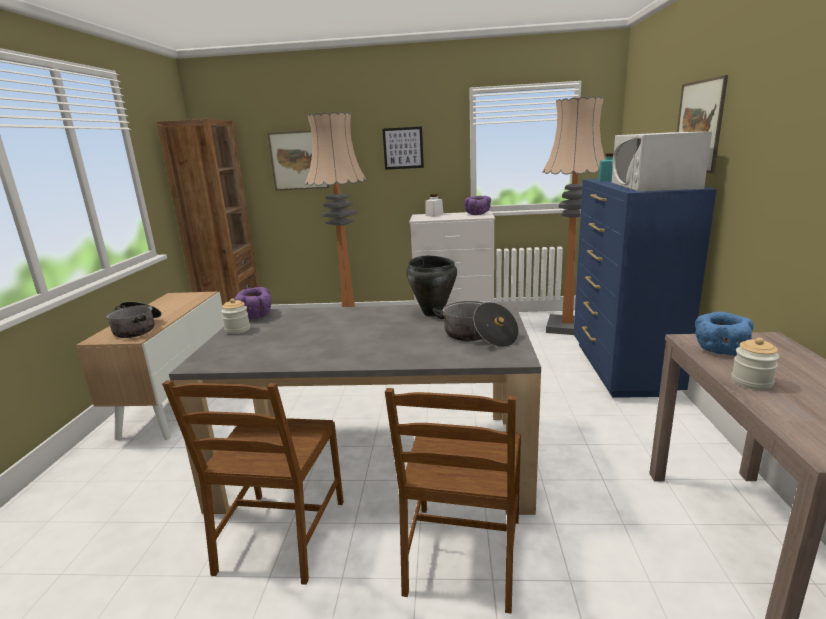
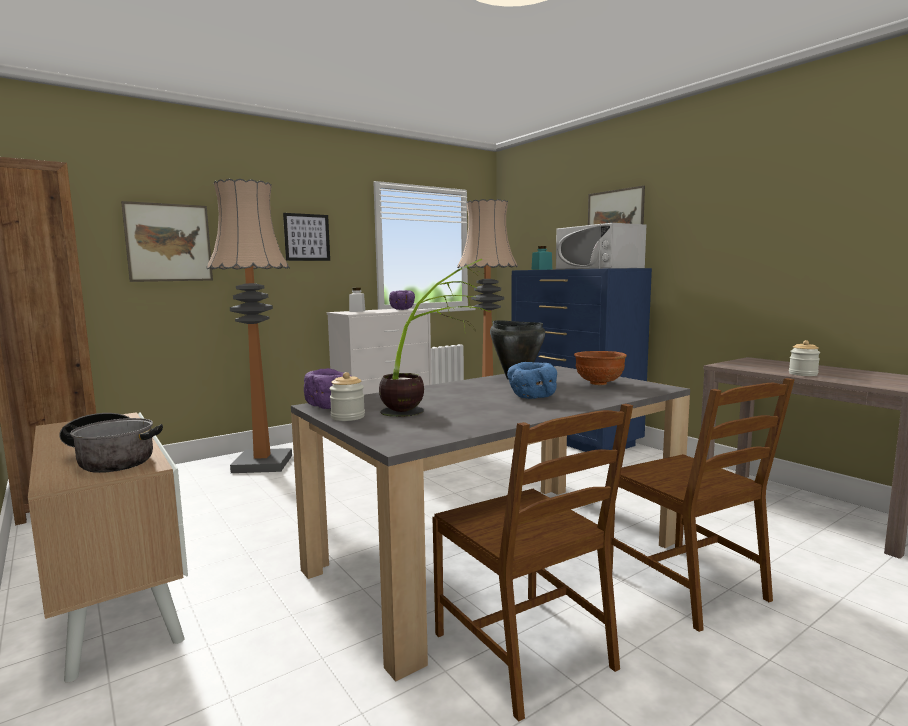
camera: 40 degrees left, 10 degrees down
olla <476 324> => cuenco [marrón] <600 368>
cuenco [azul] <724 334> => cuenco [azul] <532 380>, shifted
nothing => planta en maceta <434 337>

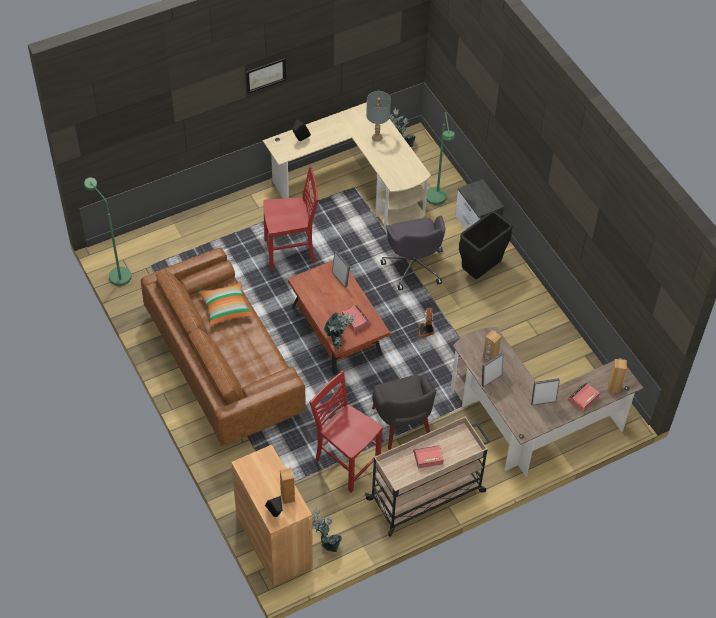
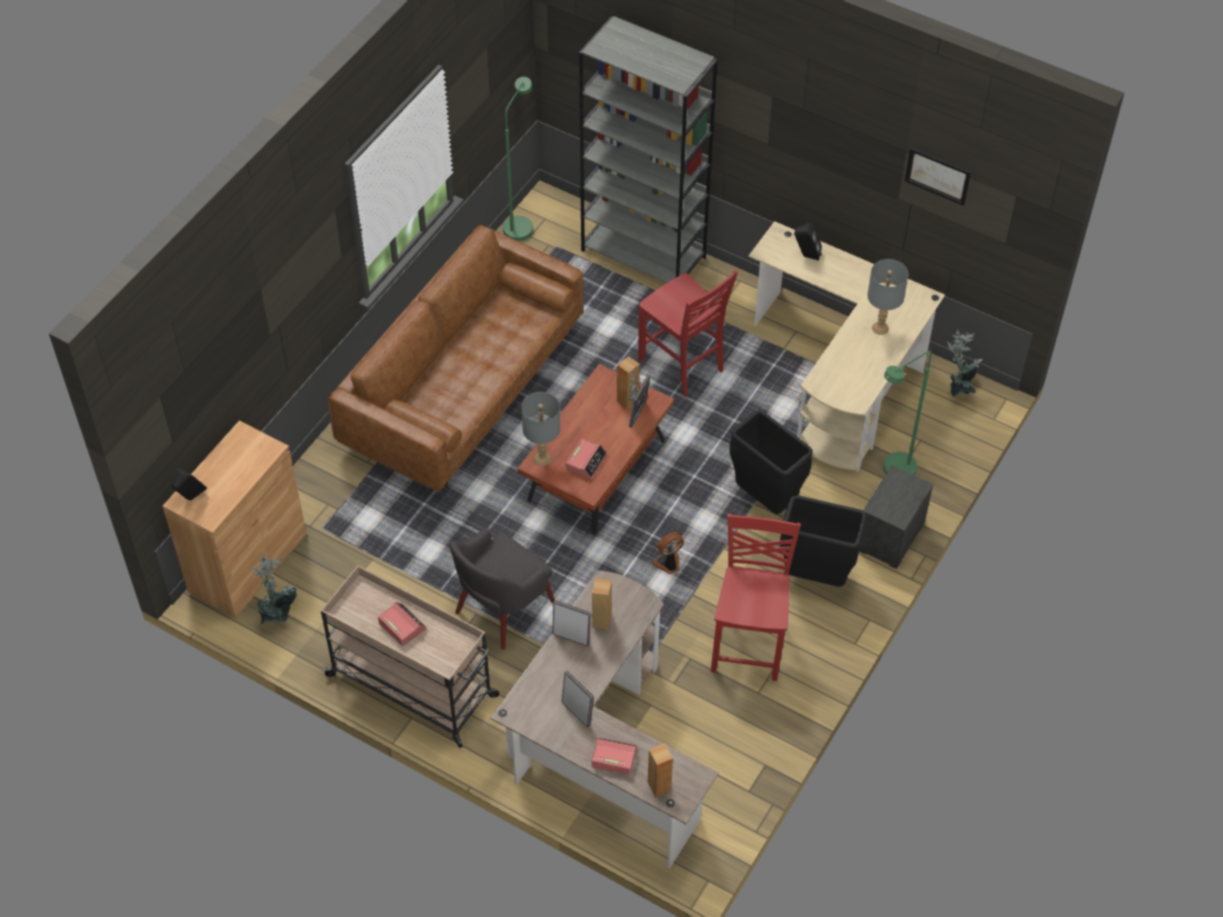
camera: 60 degrees right, 0 degrees up
cuadro <266 76> => cuadro <938 177>, shifted
silla de oficina [gris] <413 253> => papelera [negro] <771 462>
cojín <225 303> => nothing
planta en maceta <340 331> => lámpara de mesa [gris] <540 429>
silla [rojo] <346 431> => silla [rojo] <756 597>, shifted
altavoz [marrón] <287 485> => altavoz [marrón] <628 383>, shifted
nothing => estantería [gris] <648 149>

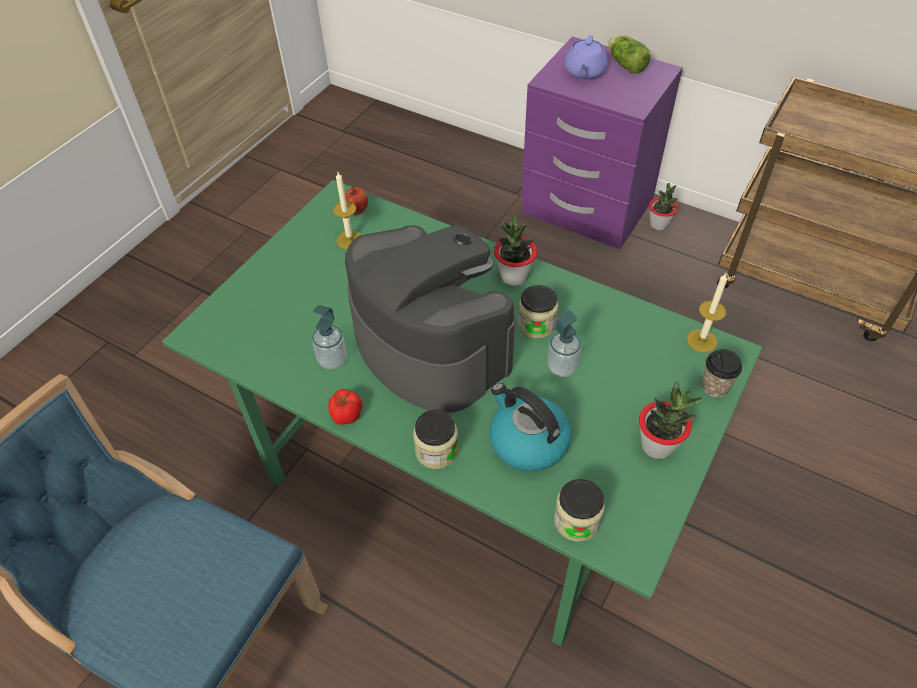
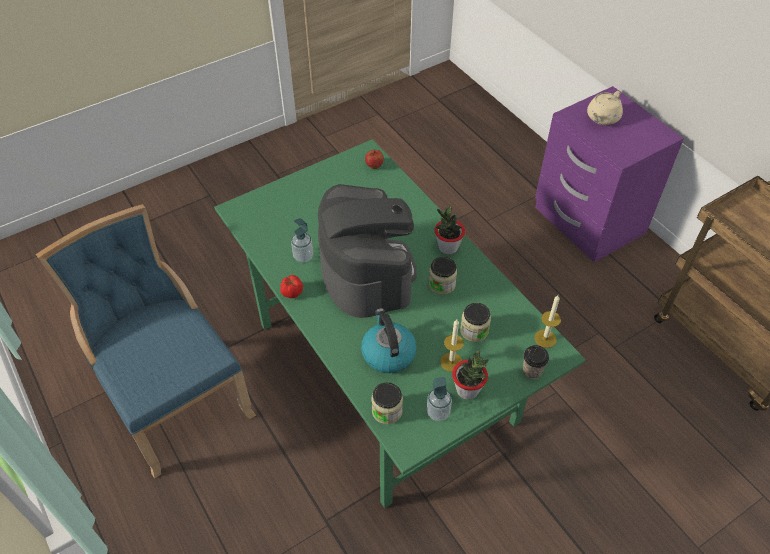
camera: 25 degrees right, 0 degrees up
tetera [morado] <586 57> => tetera [beis] <605 108>
lechuga <629 55> => nothing
vela <347 210> => vela <452 345>, shifted
planta en maceta <663 206> => nothing
dispensador de jabón <564 343> => dispensador de jabón <439 399>, shifted
tarro <435 439> => tarro <475 322>, shifted

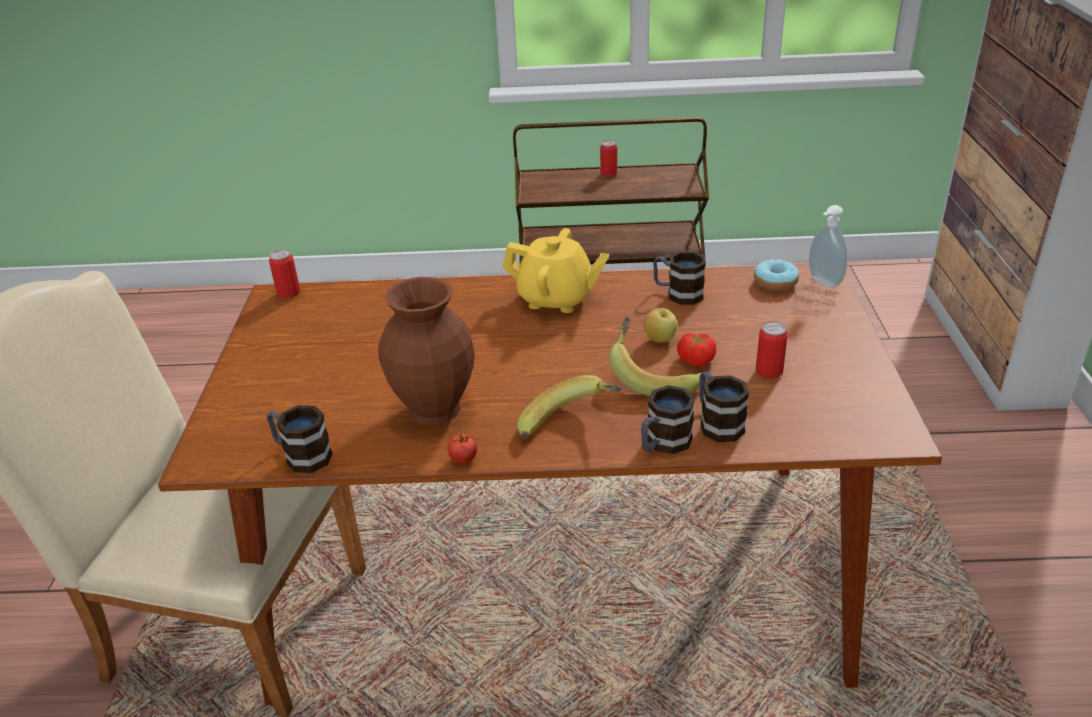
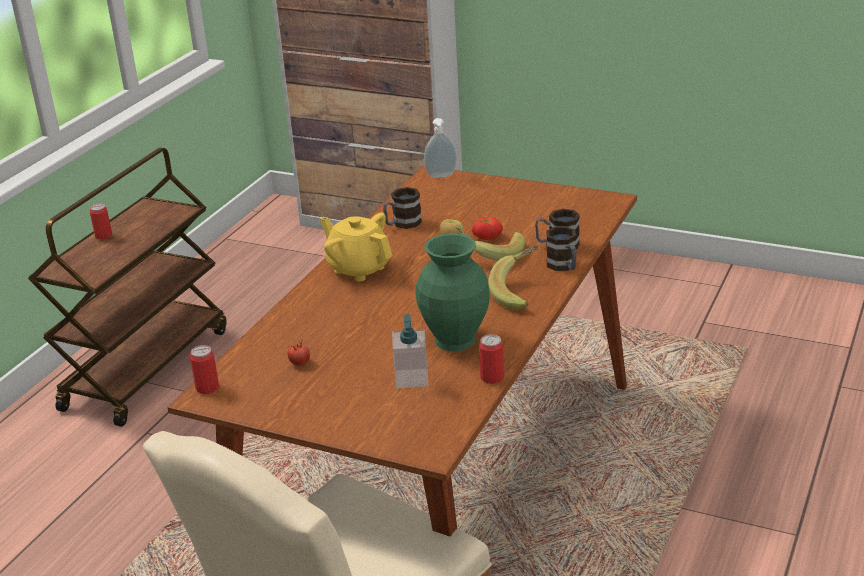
camera: 65 degrees left, 5 degrees down
tetera [amarillo] <555 270> => tetera [amarillo] <356 247>, 90 degrees counterclockwise
rosquilla <776 275> => nothing
florero [marrón] <426 351> => florero [verde] <452 292>
lata <772 349> => lata <491 359>, shifted
taza grande <300 439> => nothing
tomate <462 447> => tomate <299 353>, shifted
nothing => dispensador de jabón <410 351>

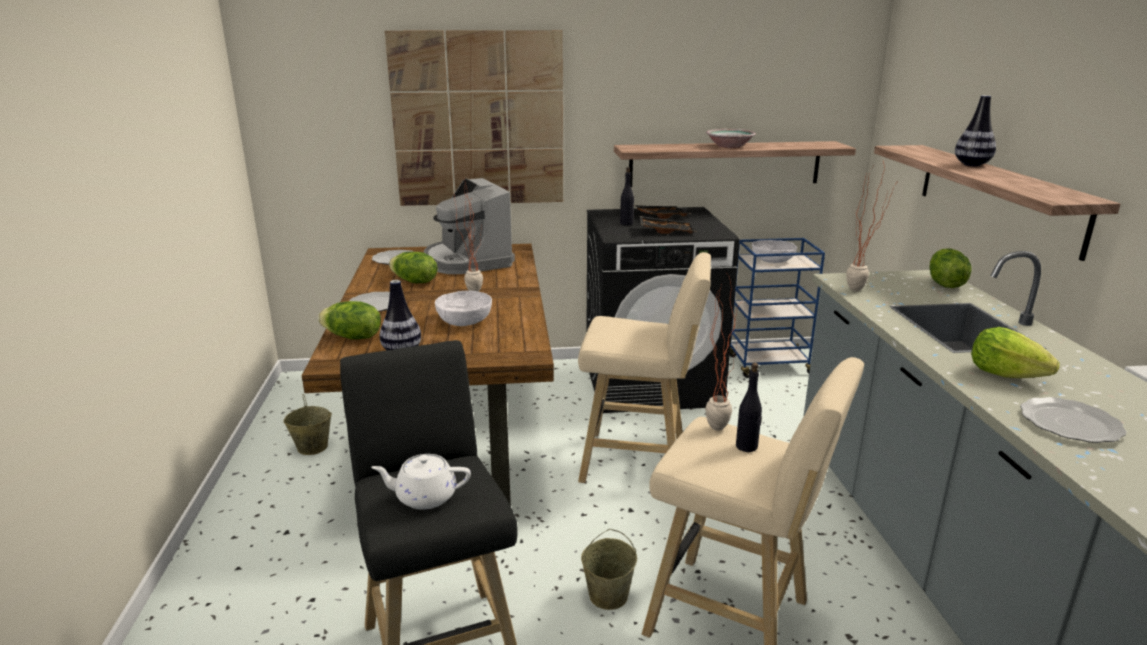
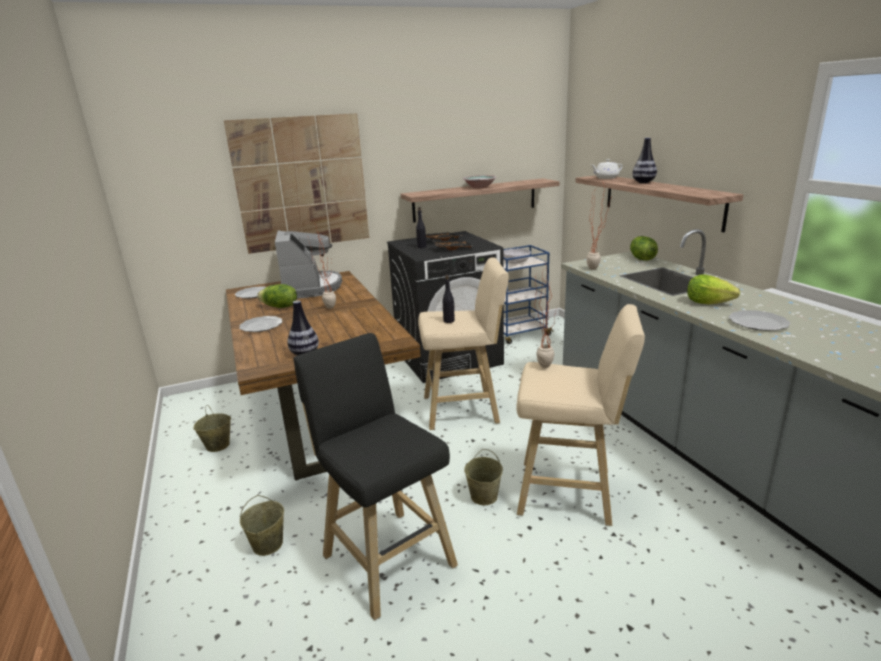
camera: 15 degrees left, 0 degrees up
cafetera <469 226> => cafetera <308 265>, 150 degrees counterclockwise
cuenco [blanco] <463 308> => nothing
lechuga <349 320> => nothing
botella [negro] <749 407> => botella [negro] <449 299>, shifted
tetera [blanco] <421 482> => tetera [blanco] <607 169>, shifted
nothing => cubo [beis] <262 525>

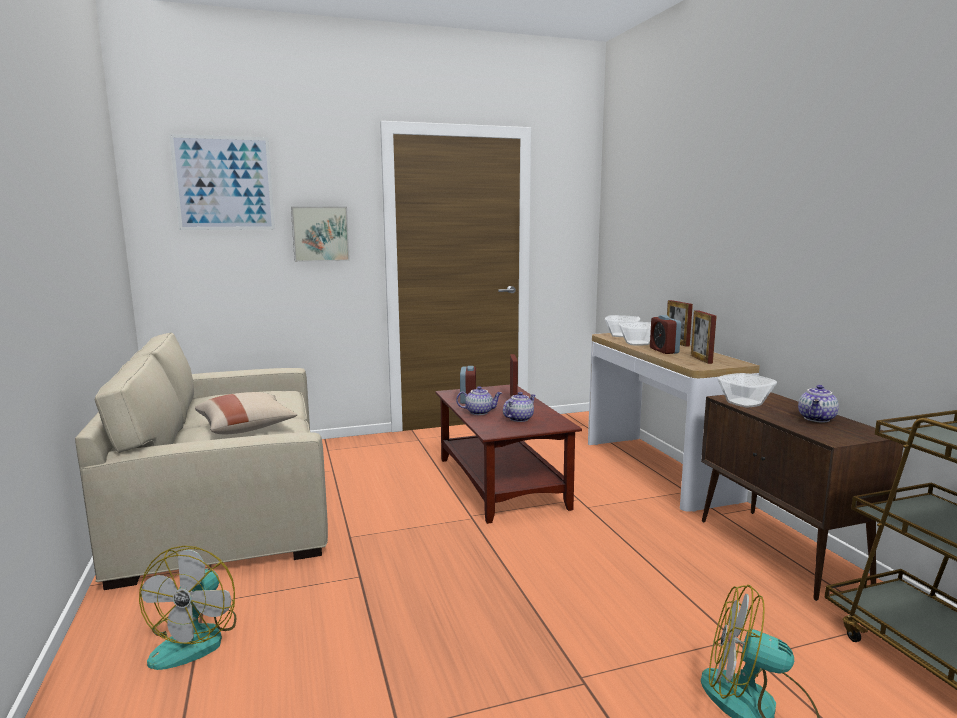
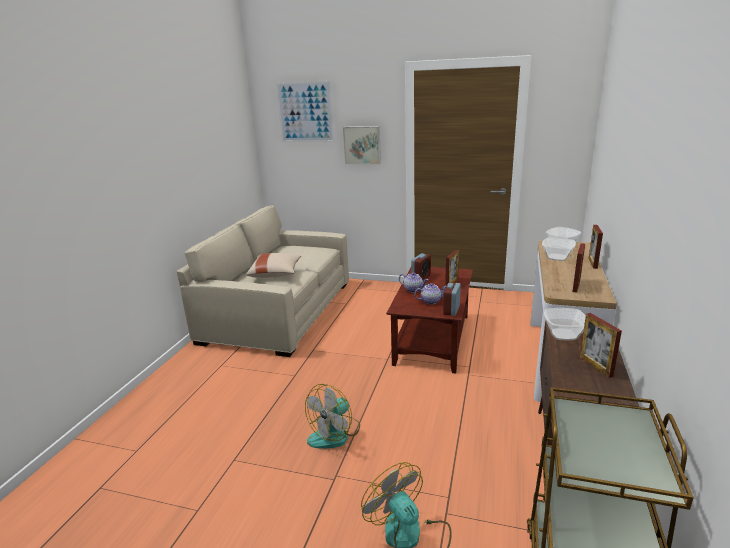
camera: 35 degrees right, 10 degrees up
despertador <665 334> => despertador <452 299>, shifted
tetera <818 404> => portarretratos <601 345>
ventilador <188 608> => ventilador <332 416>, shifted

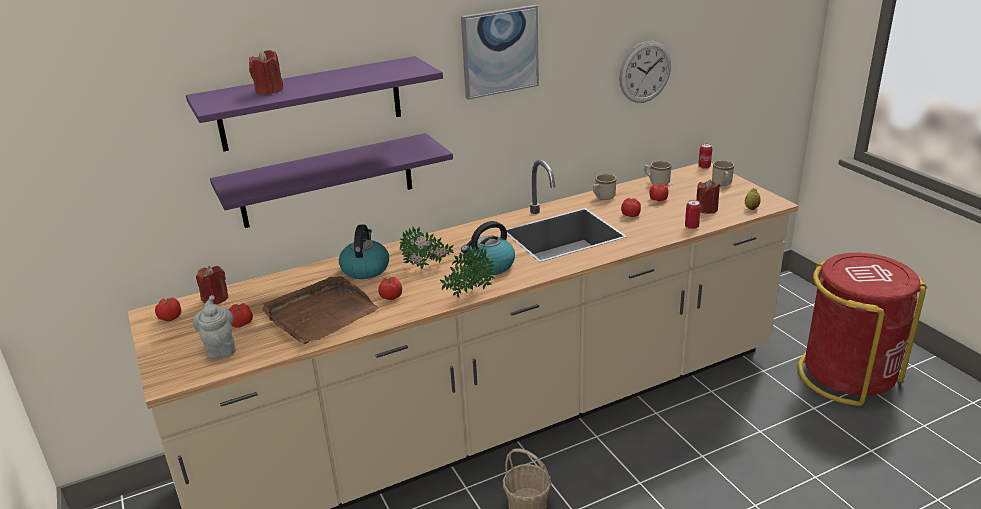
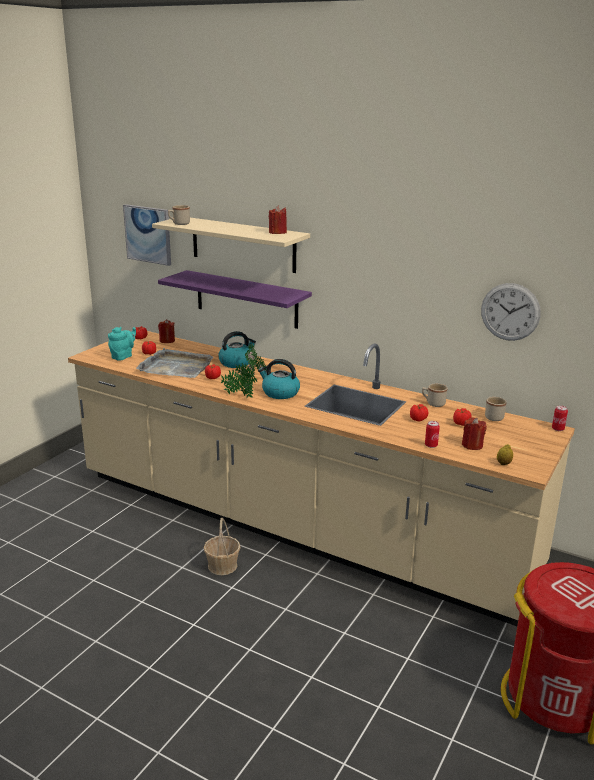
camera: 55 degrees right, 5 degrees down
cuadro <500 52> => cuadro <147 235>, shifted
vela [rojo] <266 72> => vela [rojo] <278 220>, shifted
estante [morado] <314 103> => estante [beis] <231 245>
taza grande [beis] <723 173> => taza grande [beis] <179 215>, shifted
bandeja [marrón] <320 310> => bandeja [gris] <174 363>
tetera [gris] <214 327> => tetera [turquesa] <122 344>

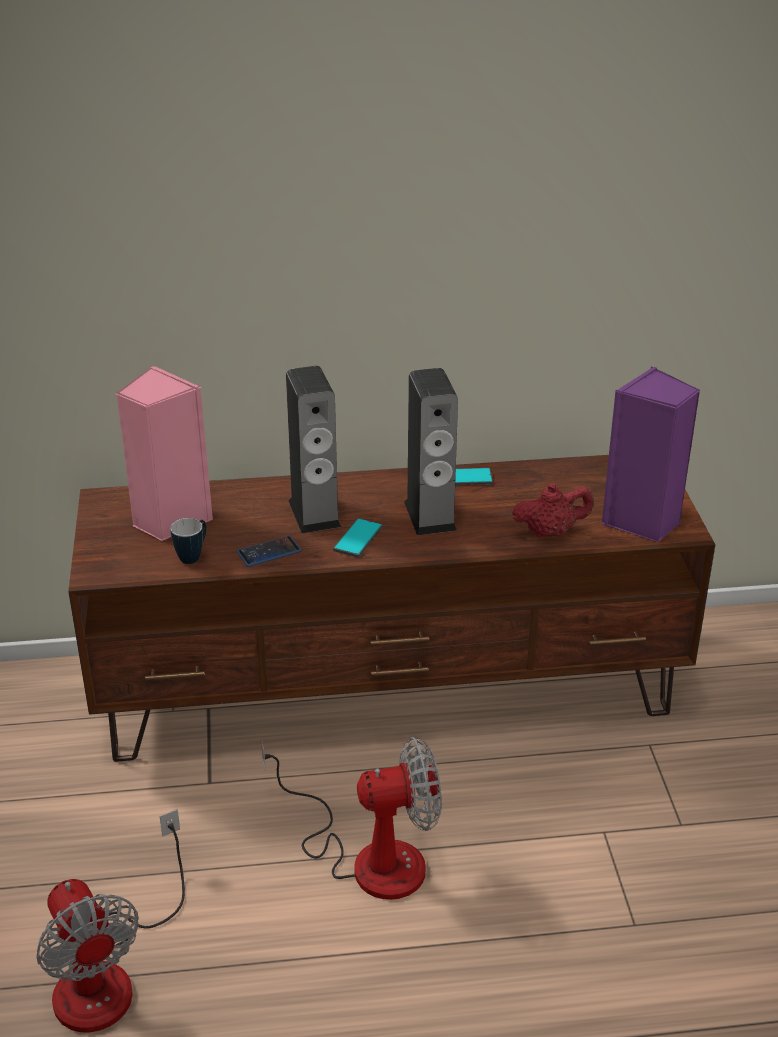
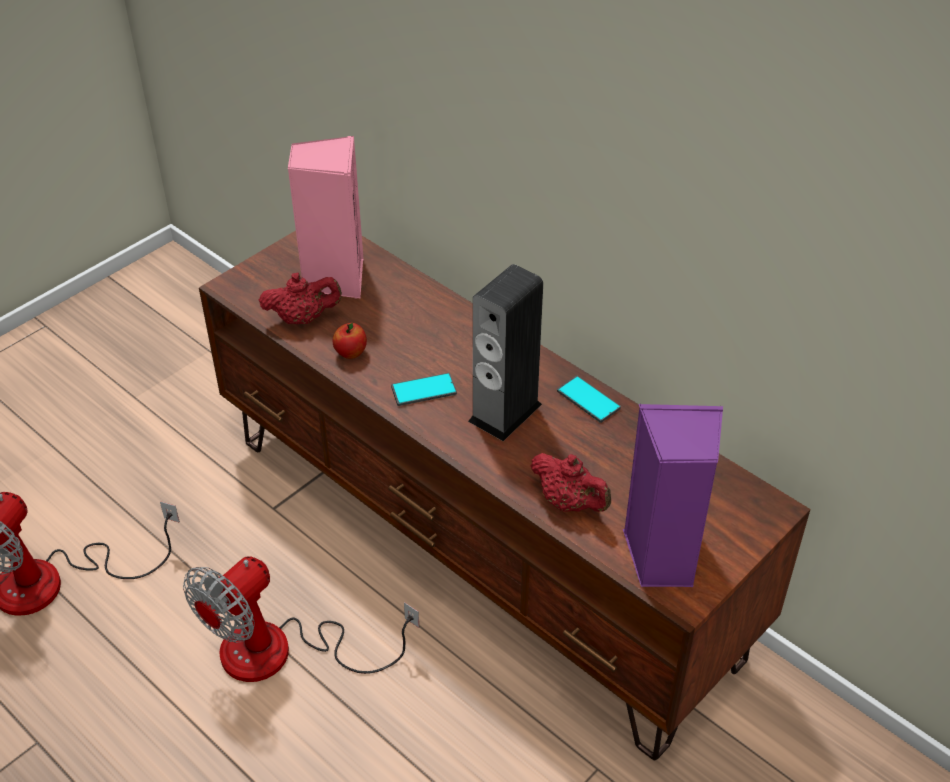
camera: 50 degrees right, 10 degrees up
altavoz <313 449> => nothing
taza grande <188 541> => tetera [rojo] <300 298>
móvil <269 551> => manzana <350 341>
ventilador <351 818> => ventilador <301 619>, 90 degrees clockwise

